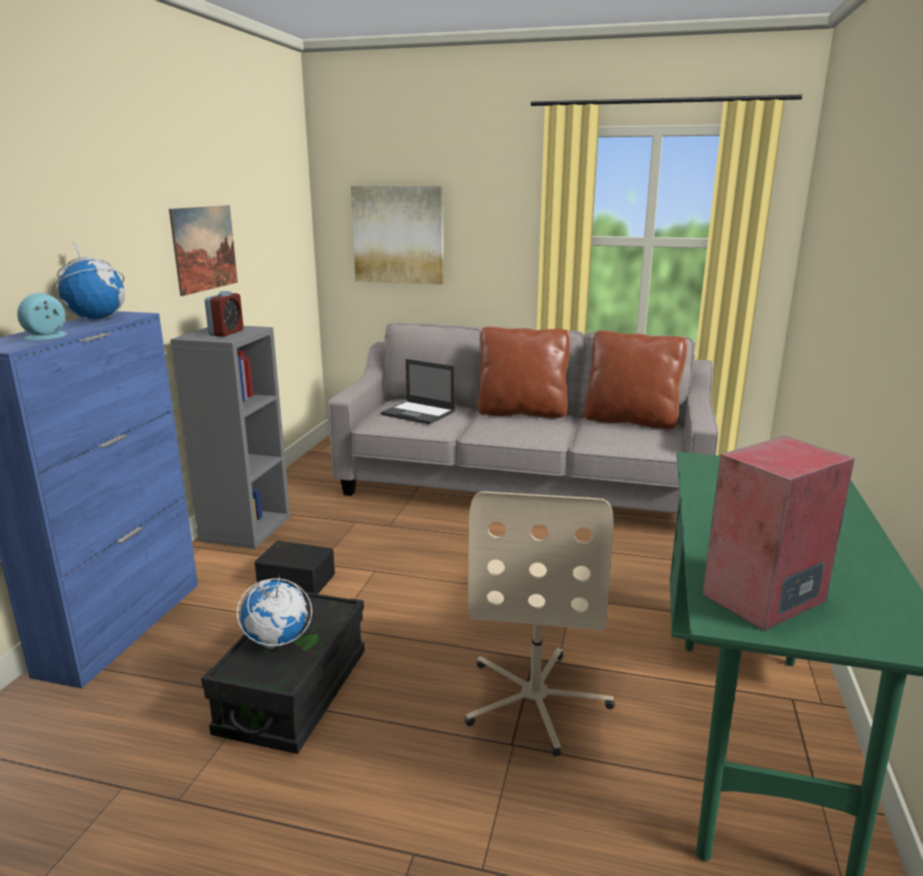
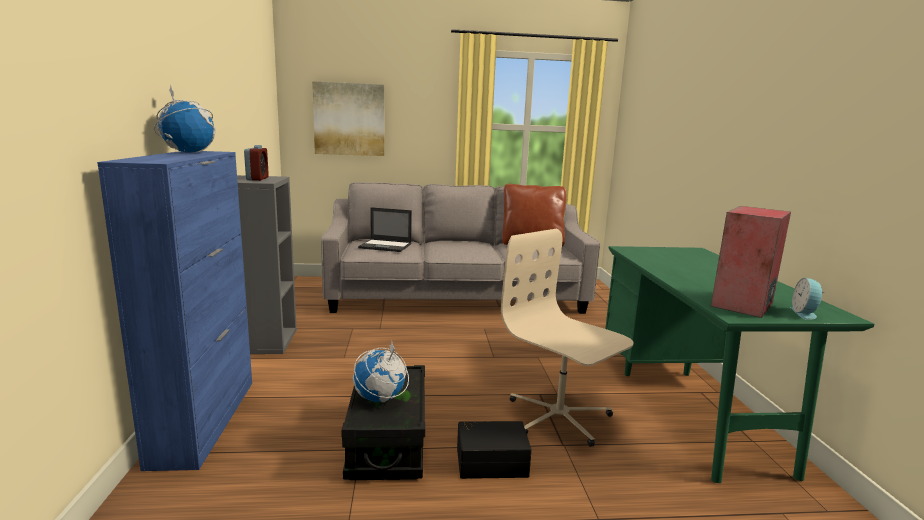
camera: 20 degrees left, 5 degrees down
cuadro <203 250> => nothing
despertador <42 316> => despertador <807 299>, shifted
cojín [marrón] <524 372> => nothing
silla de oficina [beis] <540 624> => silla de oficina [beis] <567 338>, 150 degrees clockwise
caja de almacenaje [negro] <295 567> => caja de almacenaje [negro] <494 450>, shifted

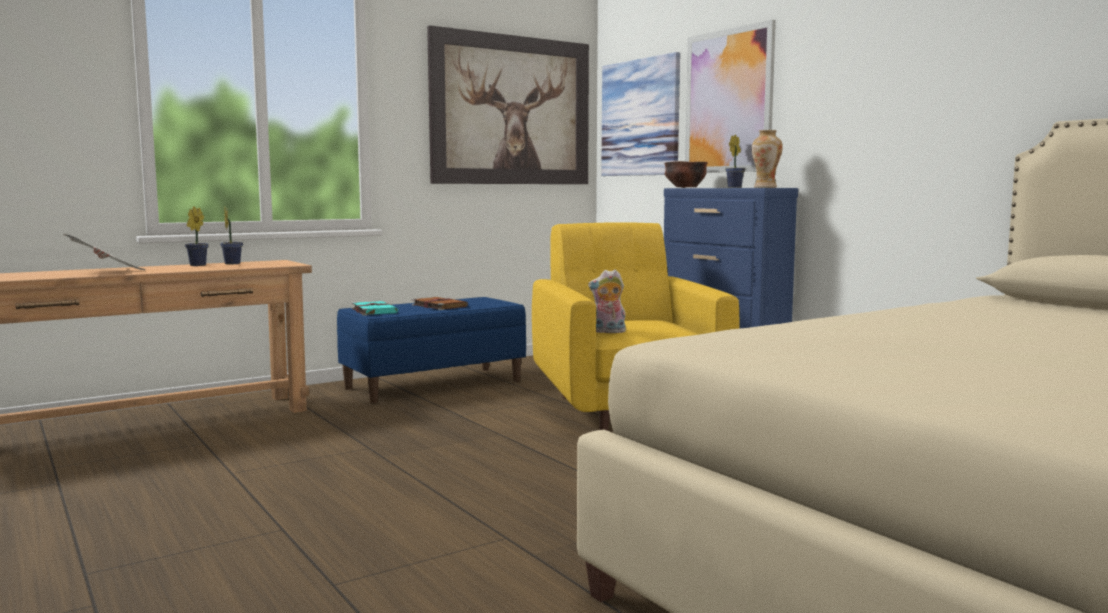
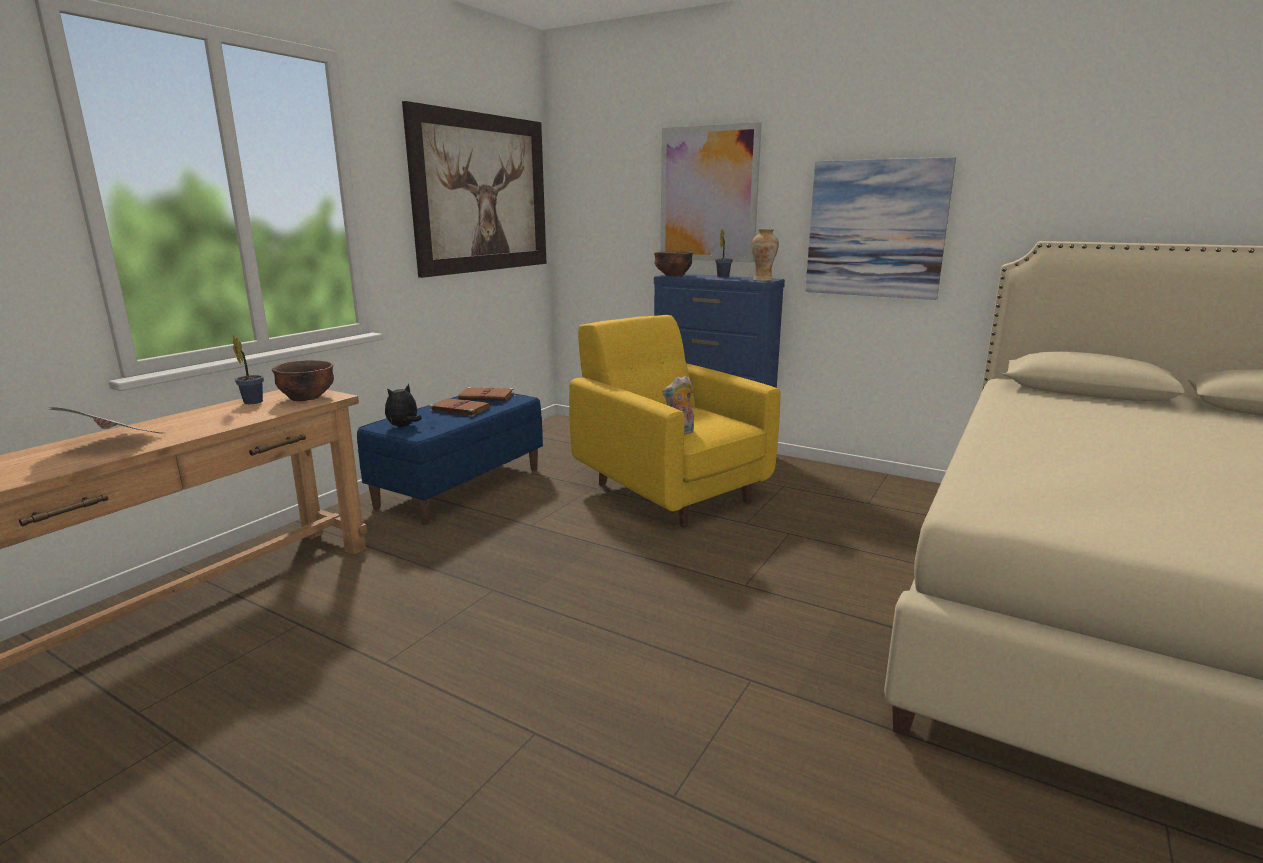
camera: 25 degrees left, 10 degrees up
cuadro <640 114> => cuadro <880 228>, shifted
planta en maceta <197 236> => nothing
libro [turquesa] <375 308> => peluche <403 405>
nothing => cuenco [marrón] <303 380>
nothing => libro [marrón] <486 394>

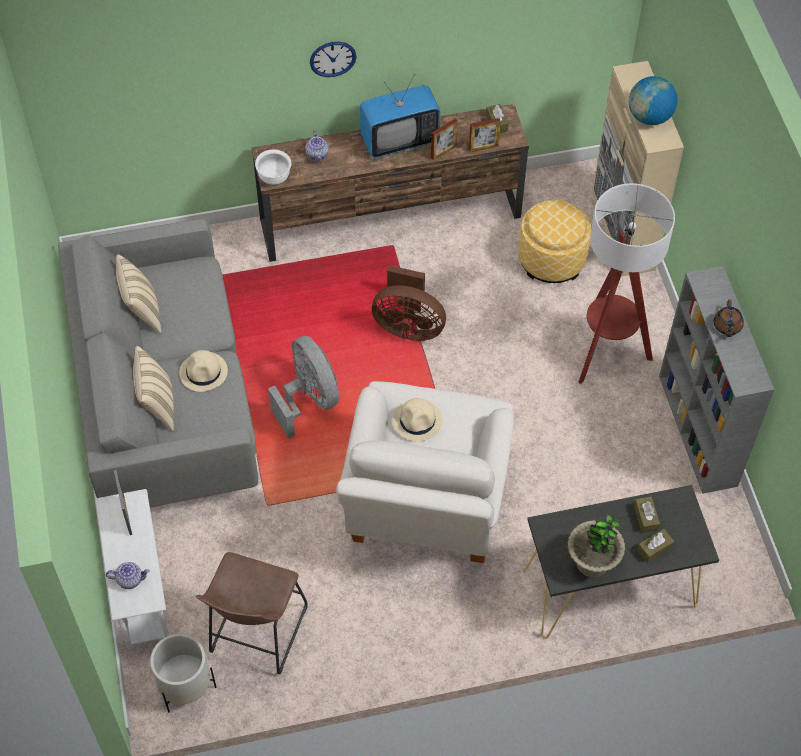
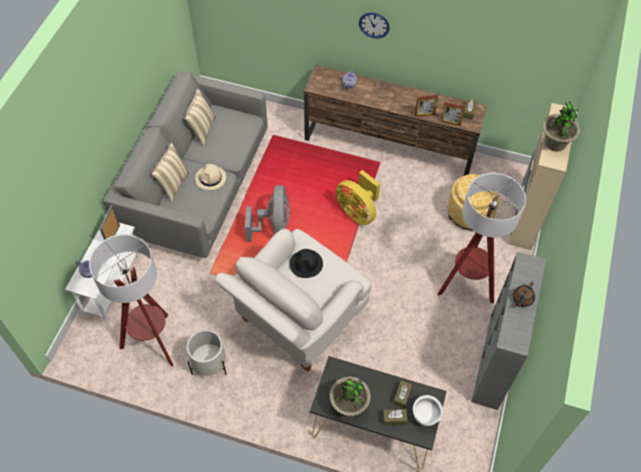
camera: 30 degrees right, 0 degrees up
televisor <400 116> => nothing
globo terráqueo <653 100> => planta en maceta <561 127>
cuenco [blanco] <273 167> => cuenco [blanco] <428 410>, shifted
ventilador [marrón] <409 303> => ventilador [amarillo] <358 197>
sombrero [beis] <417 420> => sombrero [negro] <306 263>
taburete [marrón] <252 613> => lámpara de pie <131 300>
maceta [blanco] <183 673> => maceta [blanco] <206 353>, shifted

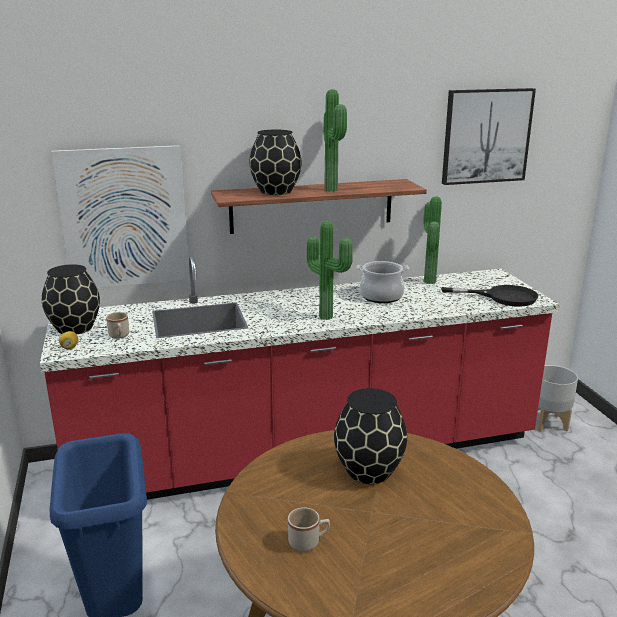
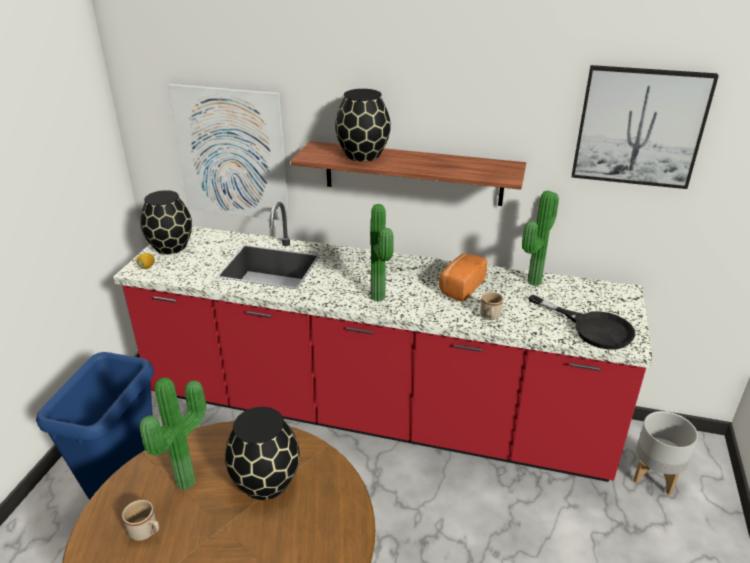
camera: 30 degrees right, 10 degrees up
planta en maceta <335 140> => planta en maceta <173 433>, shifted
olla <382 282> => pan <463 277>
taza grande [beis] <117 325> => taza grande [beis] <491 306>, shifted

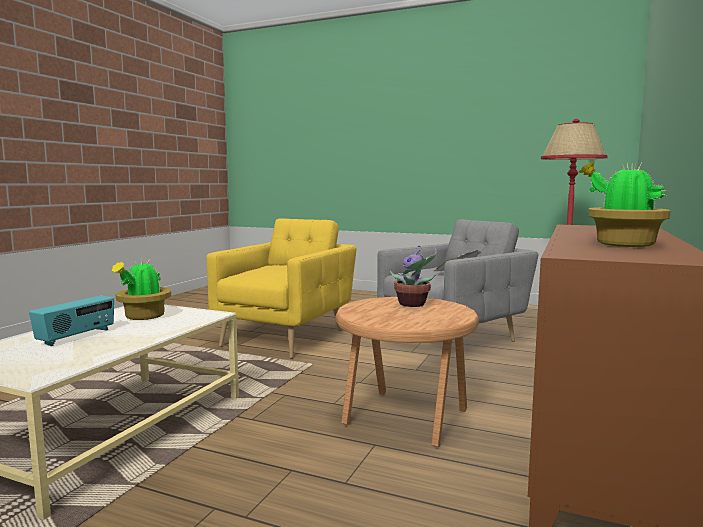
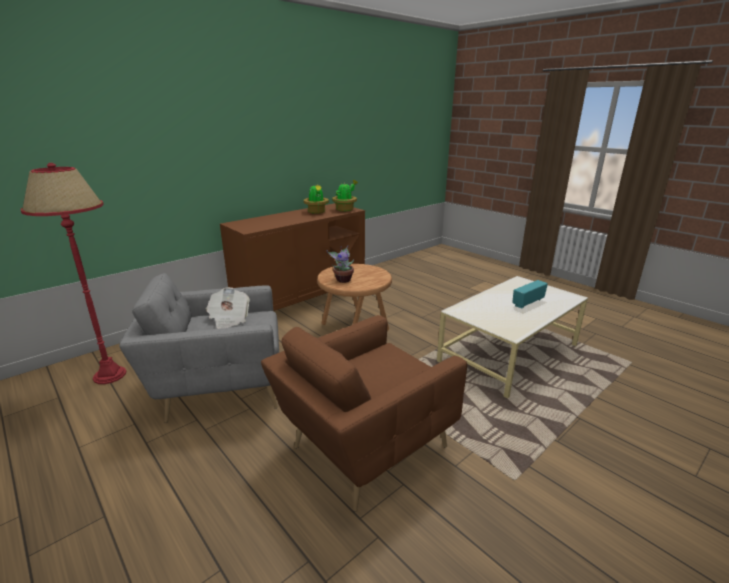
camera: 155 degrees left, 15 degrees up
sillón [amarillo] <281 288> => sillón [marrón] <364 413>
planta en maceta <141 289> => planta en maceta <345 195>, shifted

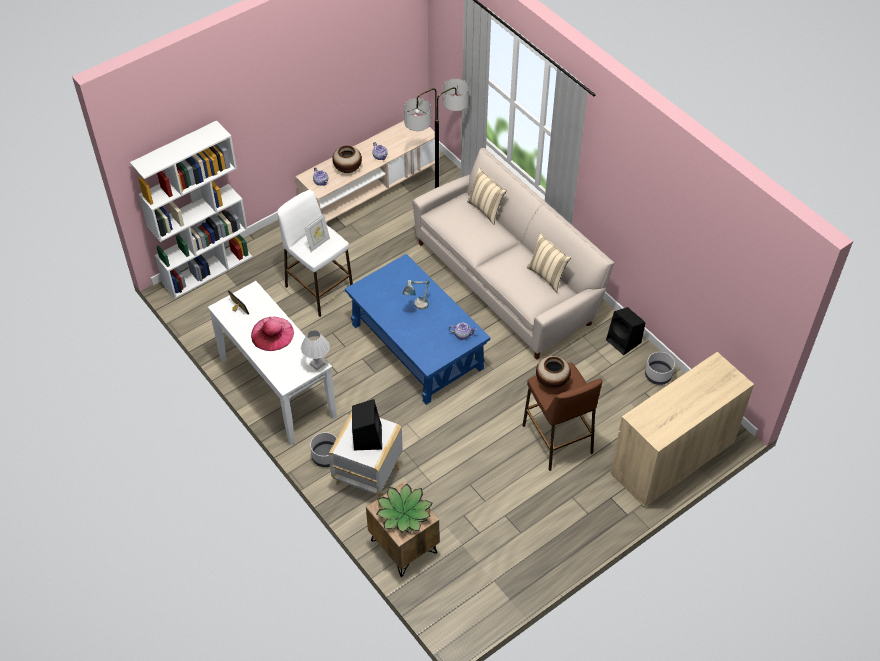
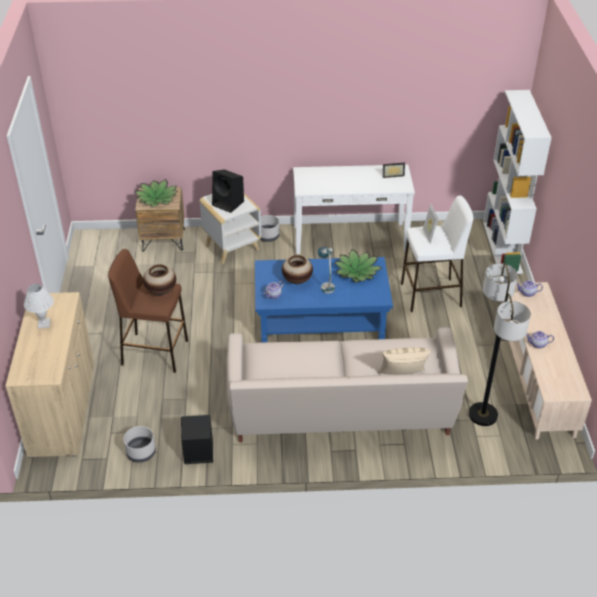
camera: 125 degrees right, 10 degrees down
florero <347 159> => florero <297 269>, shifted
cojín [beis] <549 262> => nothing
sombrero [rosa] <272 334> => nothing
lámpara de mesa [blanco] <315 350> => lámpara de mesa [blanco] <39 306>, shifted
nothing => planta en maceta <358 266>

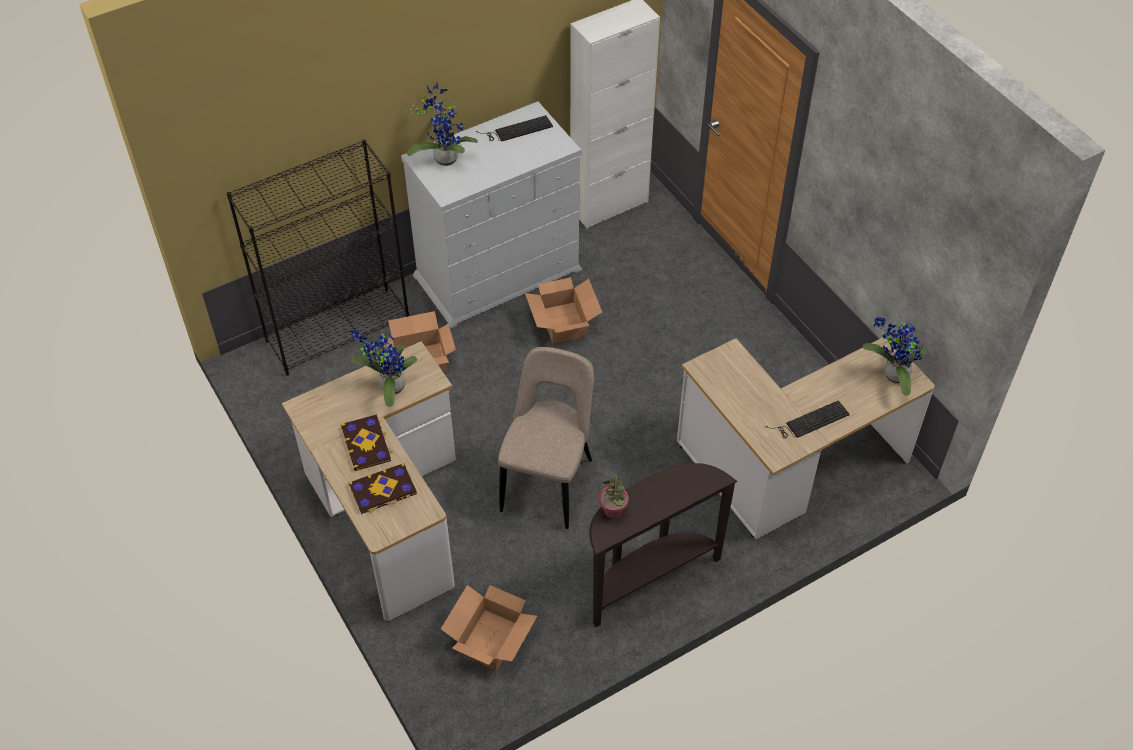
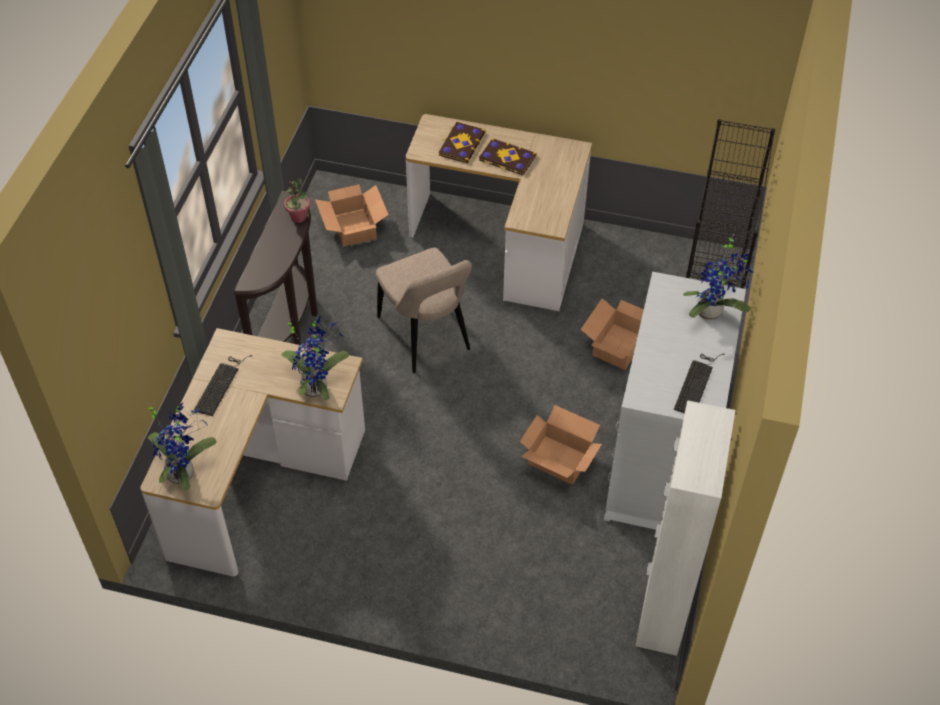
camera: 135 degrees right, 0 degrees up
planta en maceta <383 368> => planta en maceta <315 358>, shifted

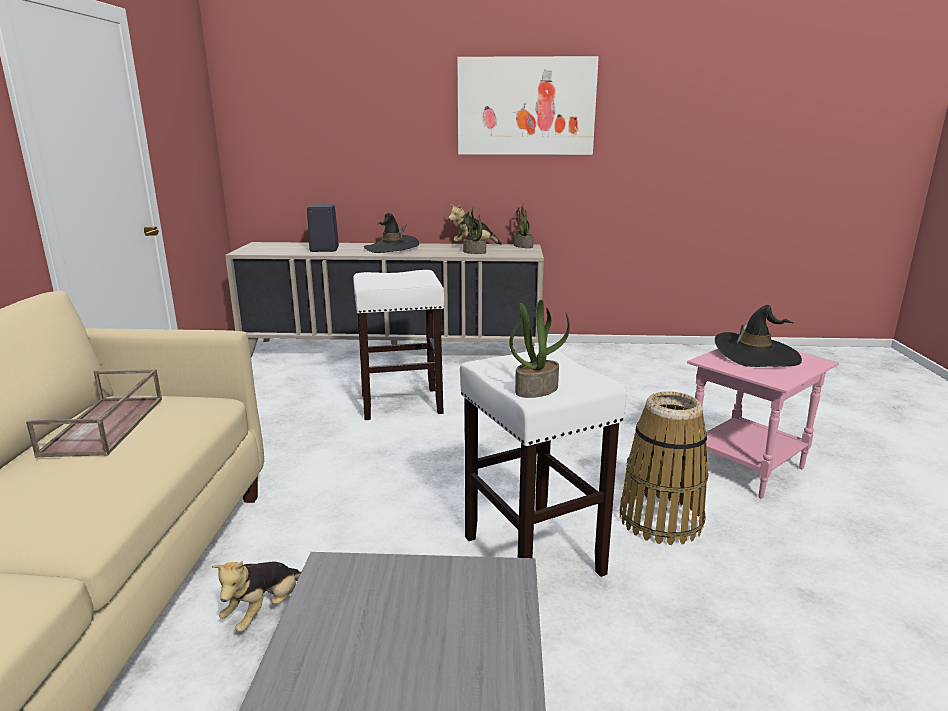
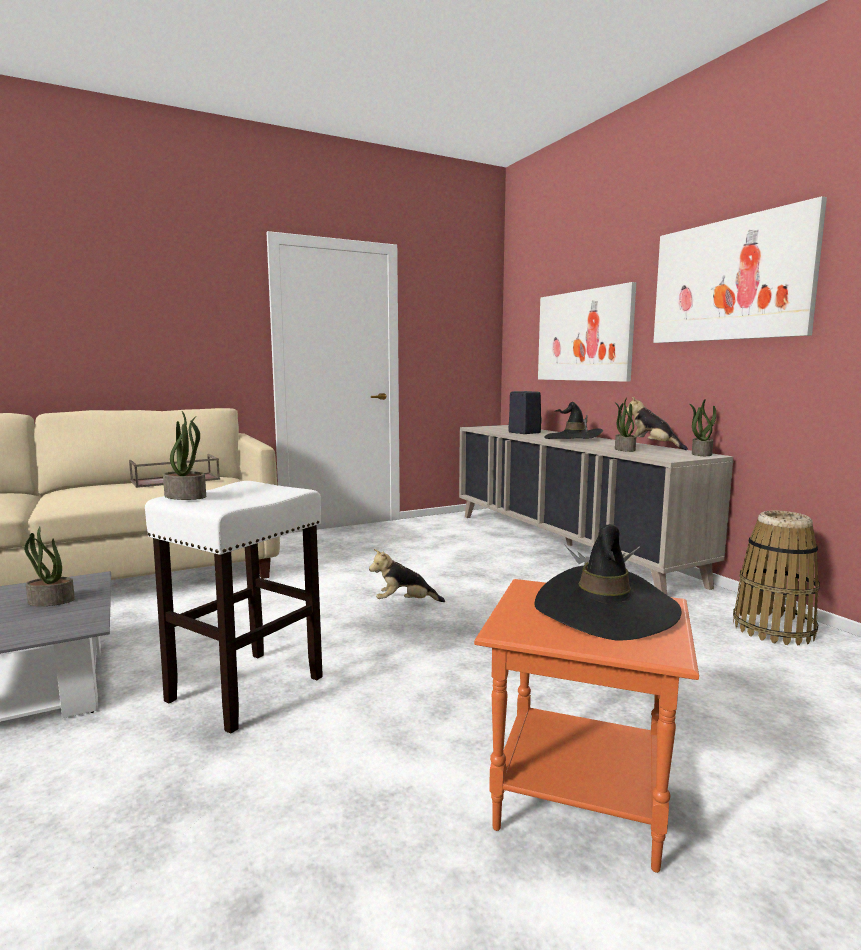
camera: 60 degrees right, 10 degrees down
taburete [blanco] <398 345> => nothing
mesa auxiliar [rosa] <763 424> => mesa auxiliar [naranja] <586 726>
cesta <664 468> => cesta <776 578>, shifted
peluche <257 596> => peluche <407 575>, shifted
nothing => cuadro <587 332>
nothing => planta en maceta <49 566>

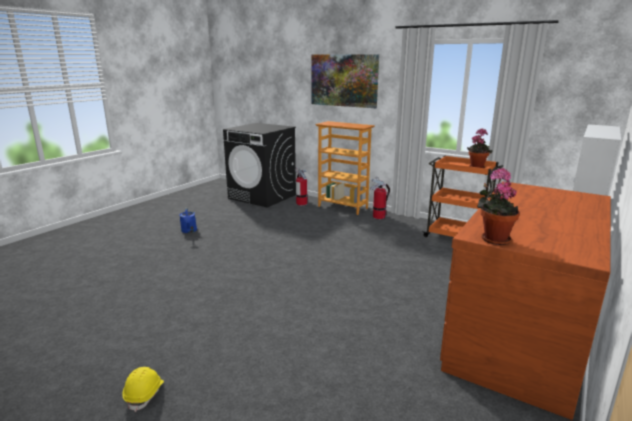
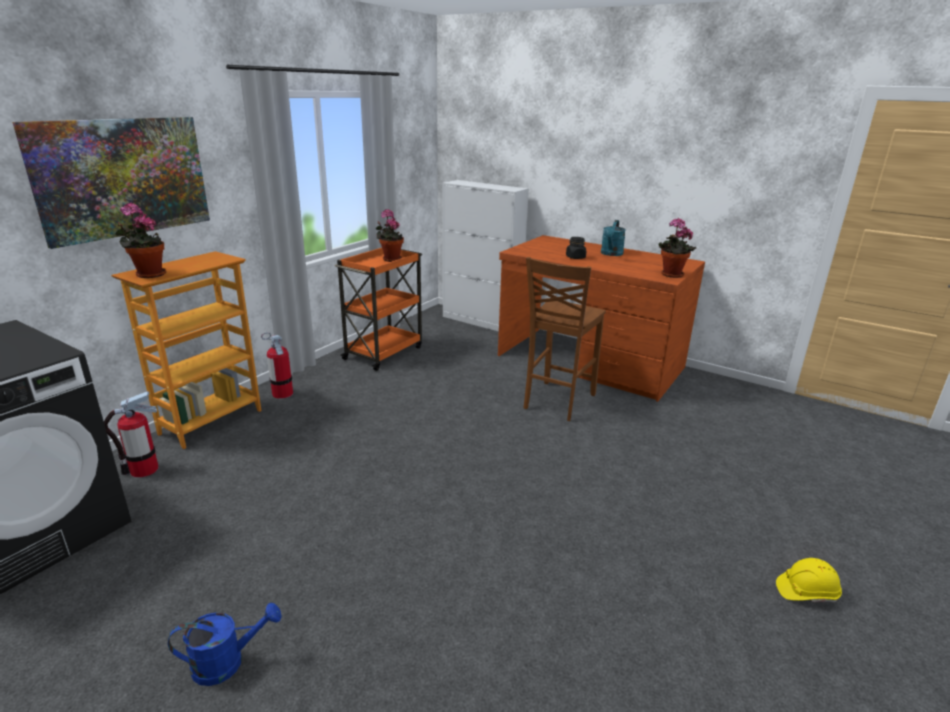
camera: 90 degrees left, 5 degrees up
nothing => planta en maceta <140 240>
nothing => regadera [turquesa] <613 238>
nothing => tarro [negro] <576 248>
nothing => silla [marrón] <565 339>

